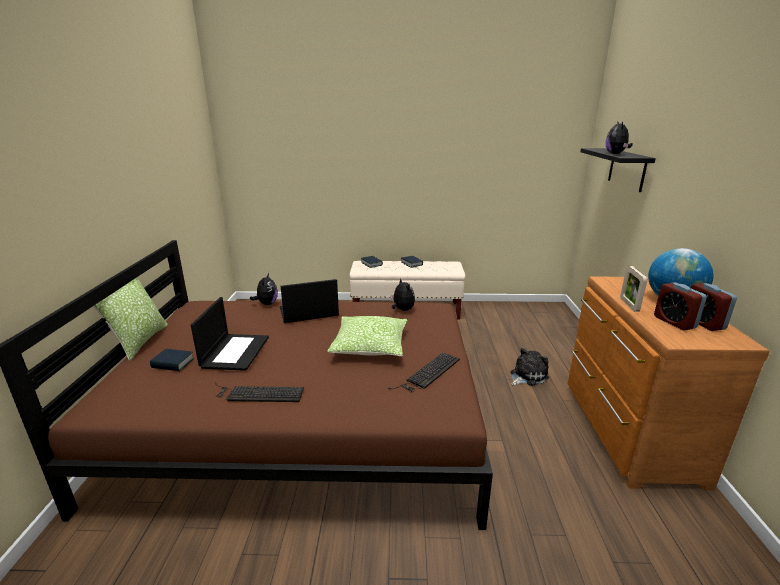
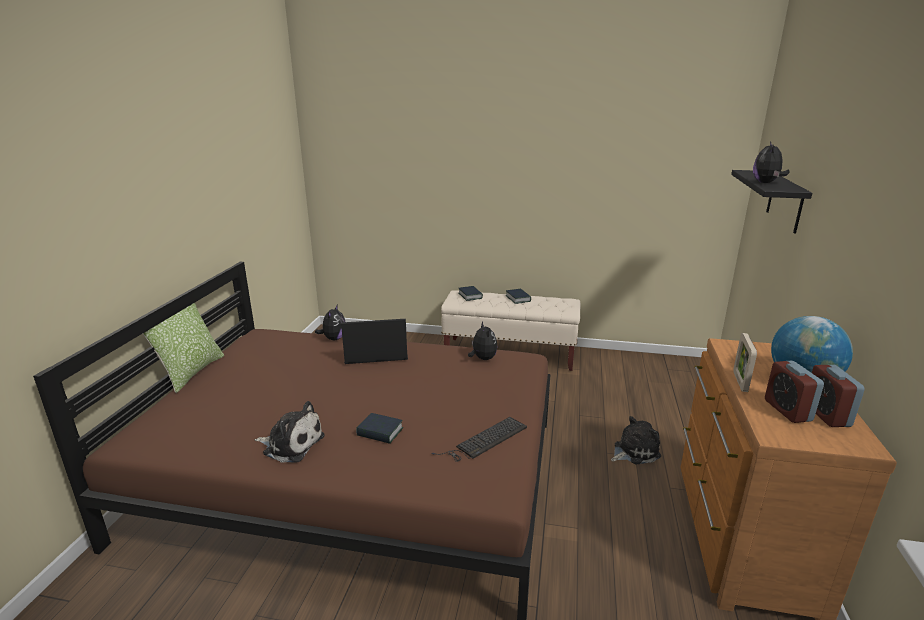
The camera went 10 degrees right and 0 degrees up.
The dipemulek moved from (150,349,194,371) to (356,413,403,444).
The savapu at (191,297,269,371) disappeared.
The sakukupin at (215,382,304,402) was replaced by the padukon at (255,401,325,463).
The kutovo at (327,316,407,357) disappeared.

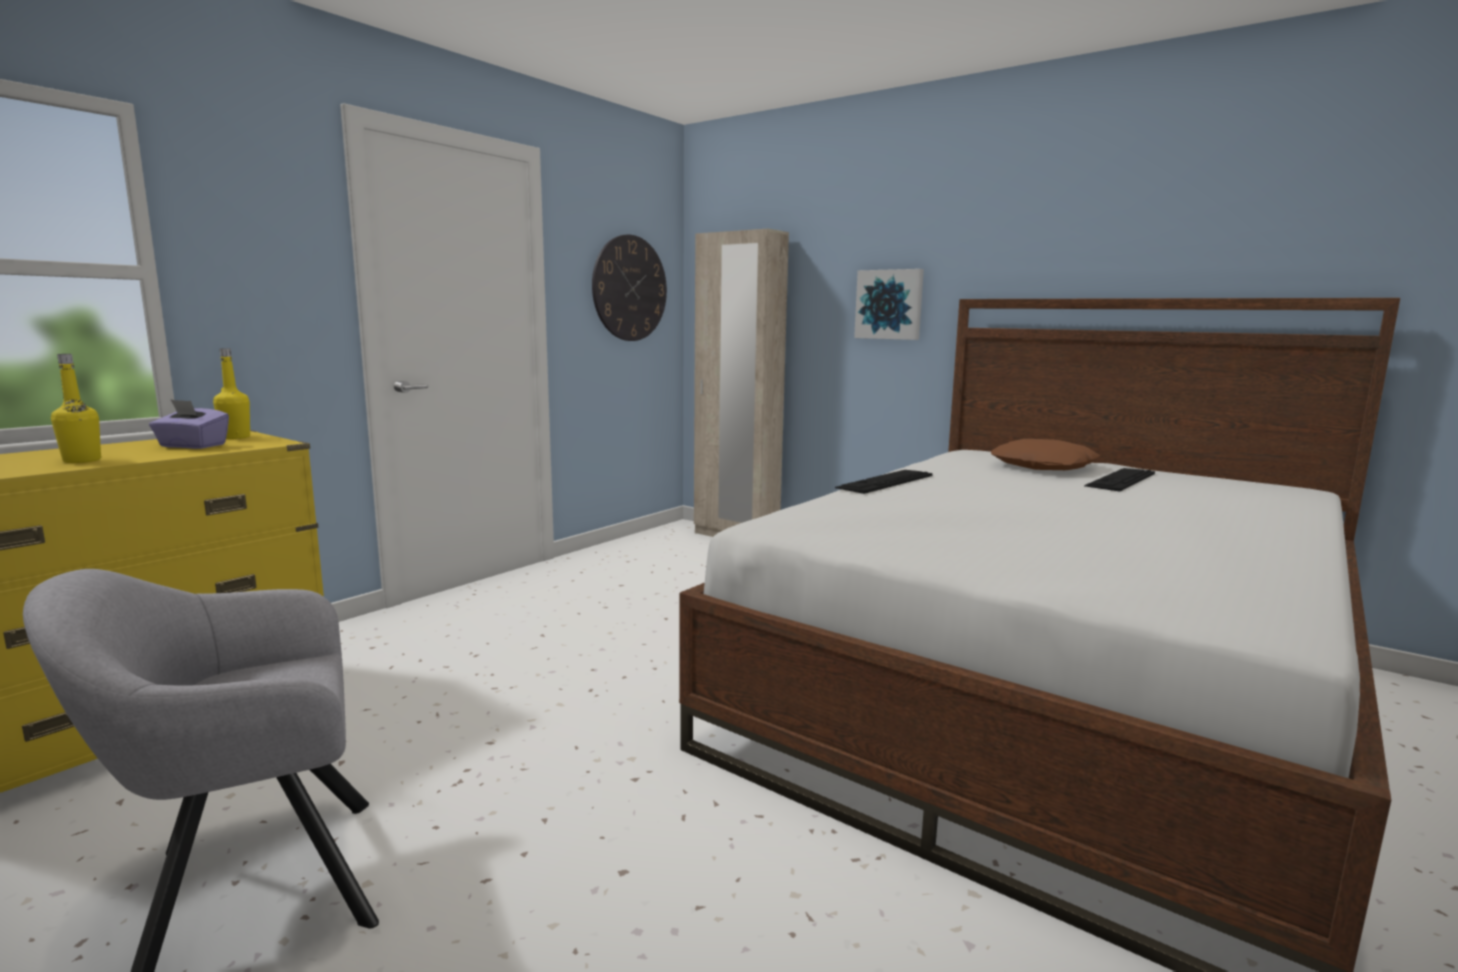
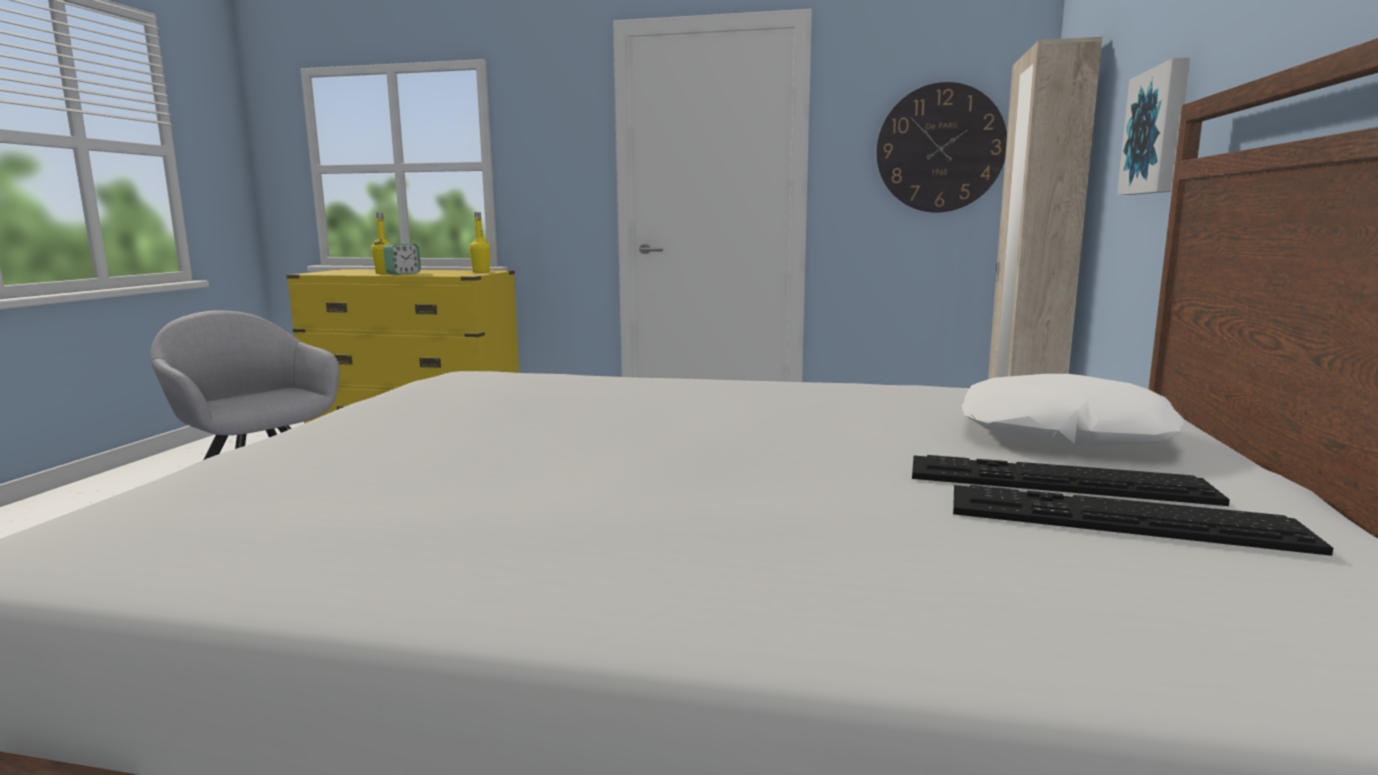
The camera went 65 degrees right and 0 degrees up.
The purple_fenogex at (149,399,229,449) disappeared.
The sakukupin moved from (835,470,932,494) to (953,485,1333,556).
The brown_kutovo at (991,439,1100,470) became the white_kutovo at (962,374,1184,447).
The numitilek at (383,243,421,275) appeared.

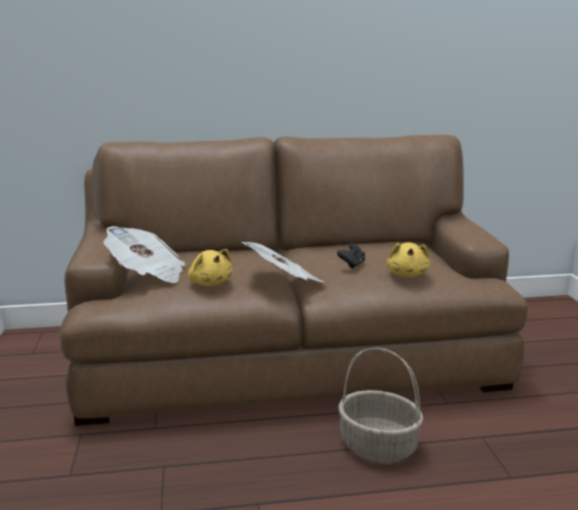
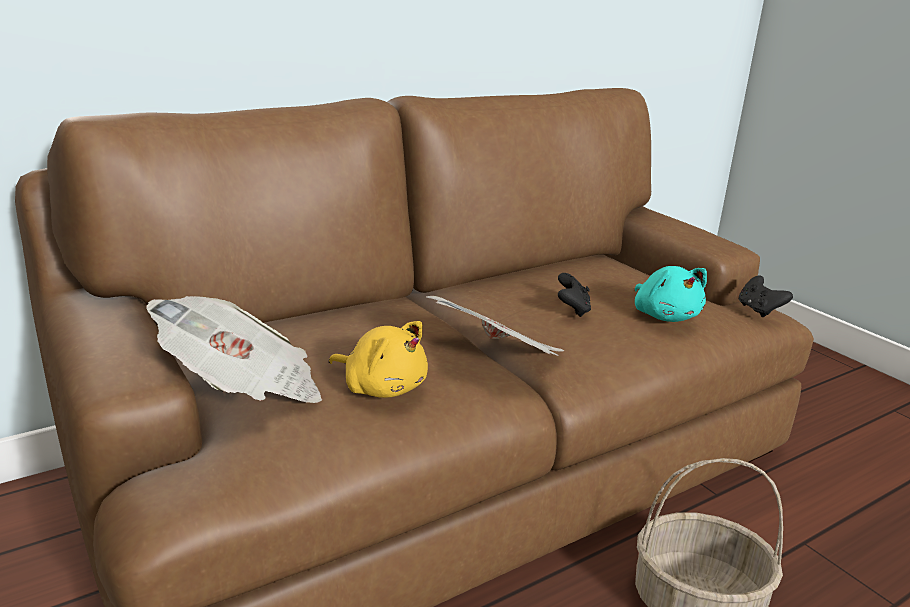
The camera went 25 degrees left and 5 degrees up.
The yellow_padukon at (386,242,430,277) became the turquoise_padukon at (635,266,707,322).
The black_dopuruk at (739,276,793,317) appeared.

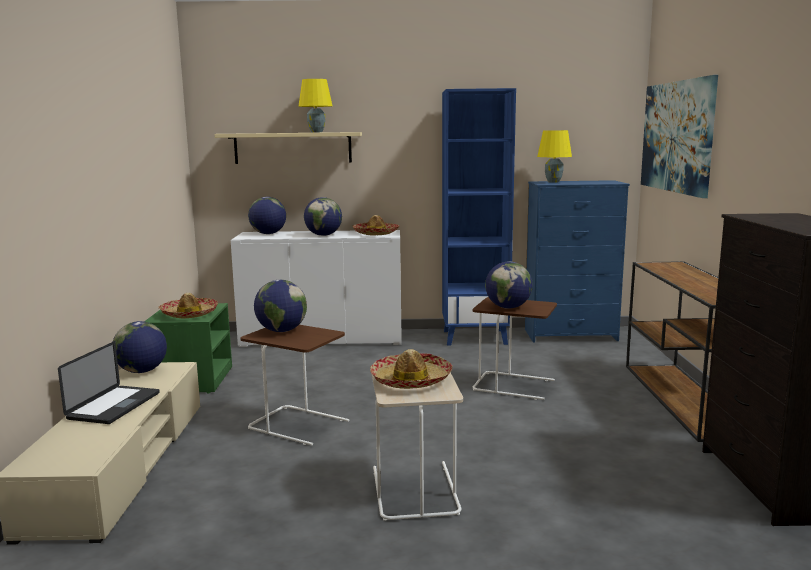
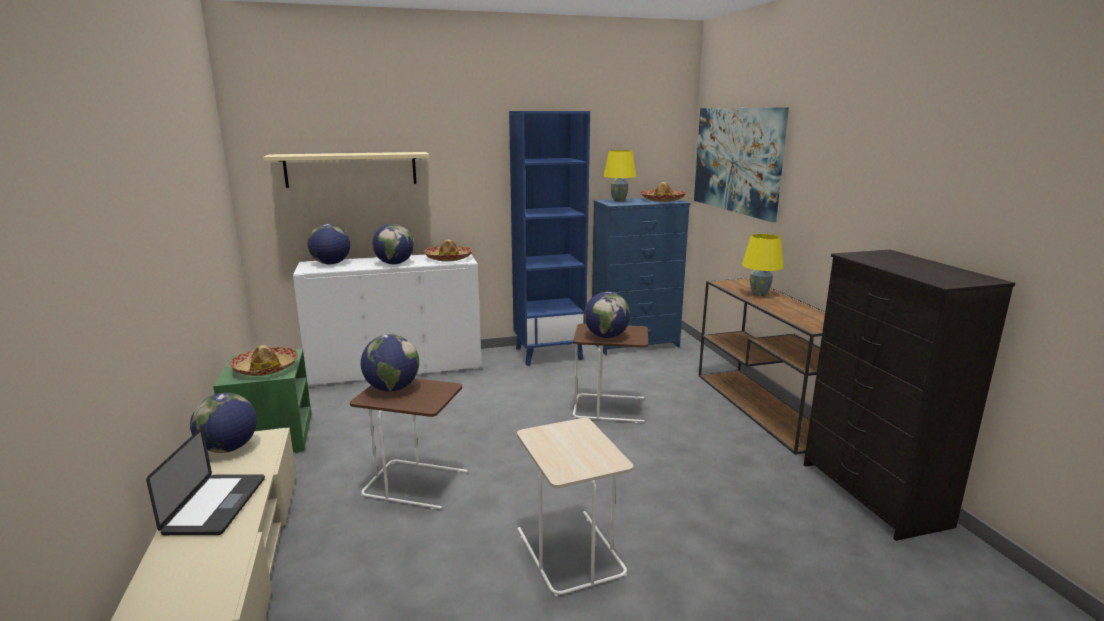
The camera went 15 degrees left and 5 degrees up.
The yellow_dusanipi moved from (298,79,333,132) to (742,234,784,296).
The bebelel moved from (370,349,452,389) to (640,182,687,202).

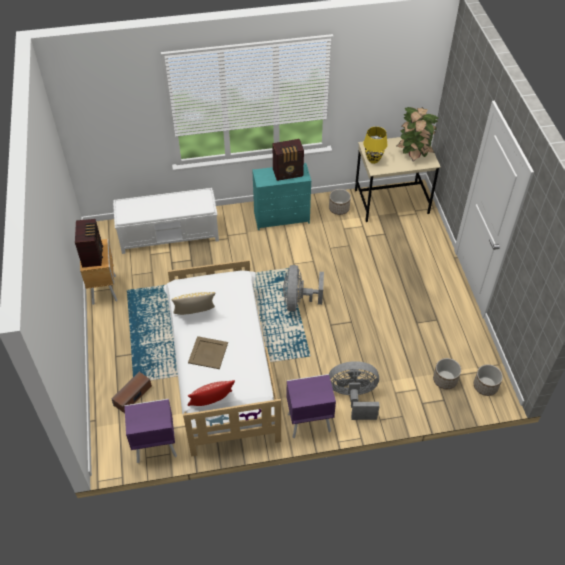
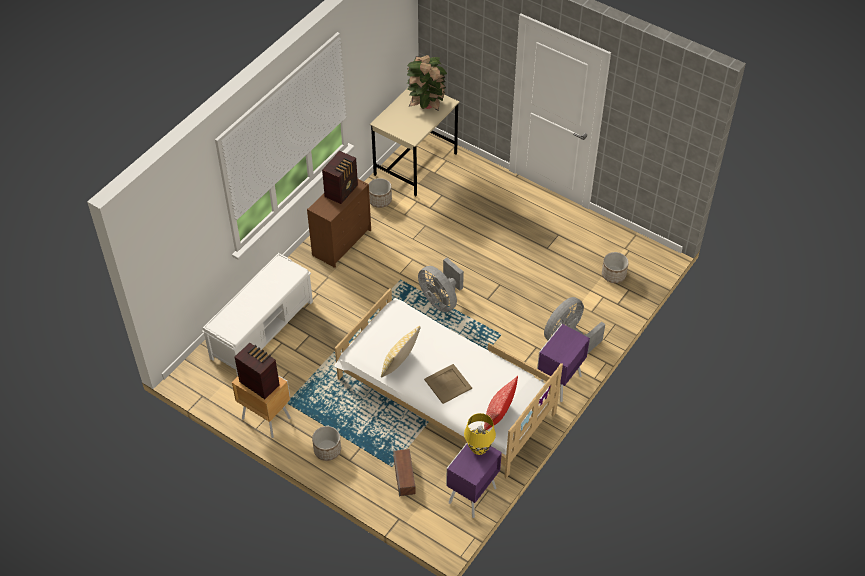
The camera went 45 degrees left and 0 degrees up.
The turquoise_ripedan at (252,163,311,230) became the brown_ripedan at (307,178,371,268).
The yellow_dusanipi moved from (363,127,388,164) to (464,413,496,455).
The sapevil moved from (474,364,503,396) to (312,426,341,461).

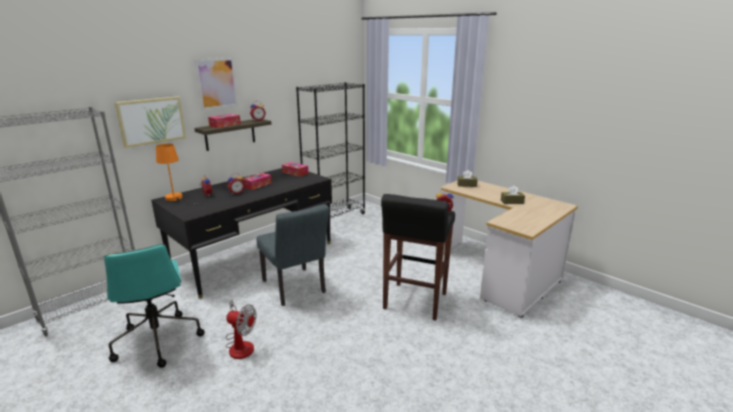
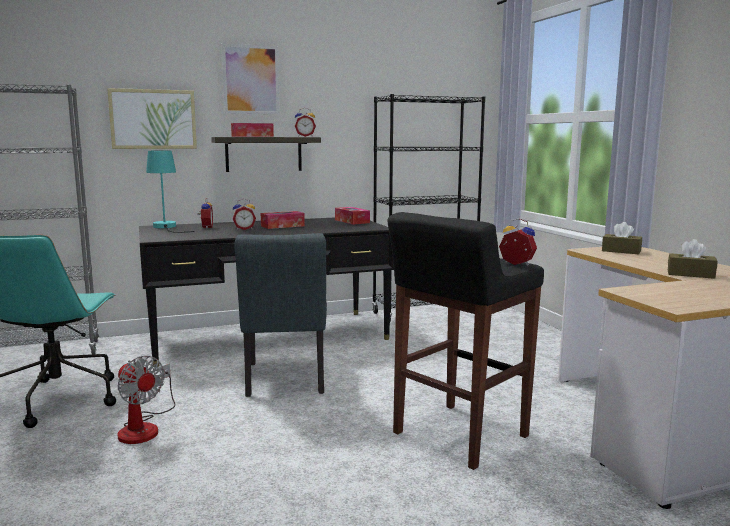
The camera went 25 degrees right and 10 degrees down.
The orange_dusanipi at (156,144,206,205) became the turquoise_dusanipi at (146,150,195,233).

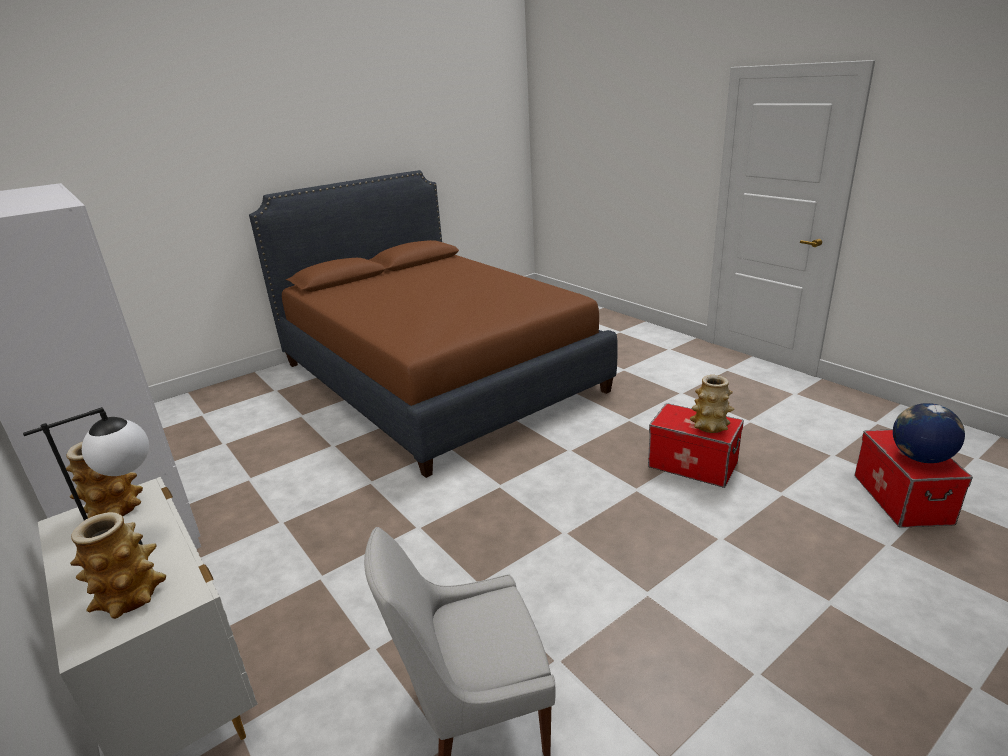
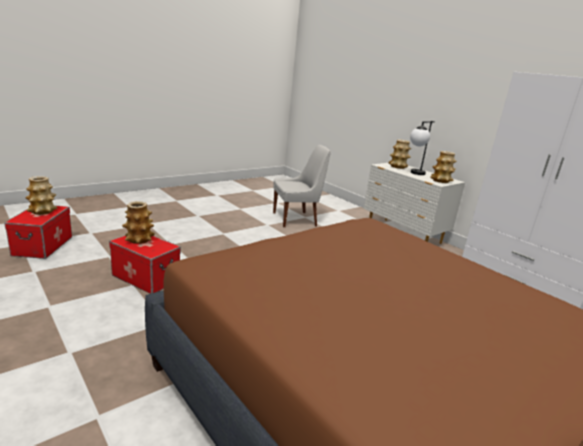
The camera went 175 degrees right and 5 degrees down.
The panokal at (893,403,965,463) was replaced by the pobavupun at (25,176,57,215).

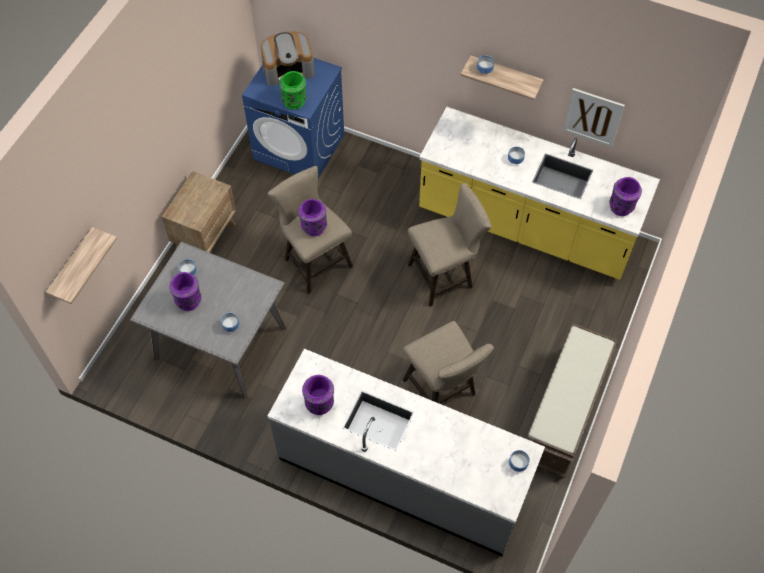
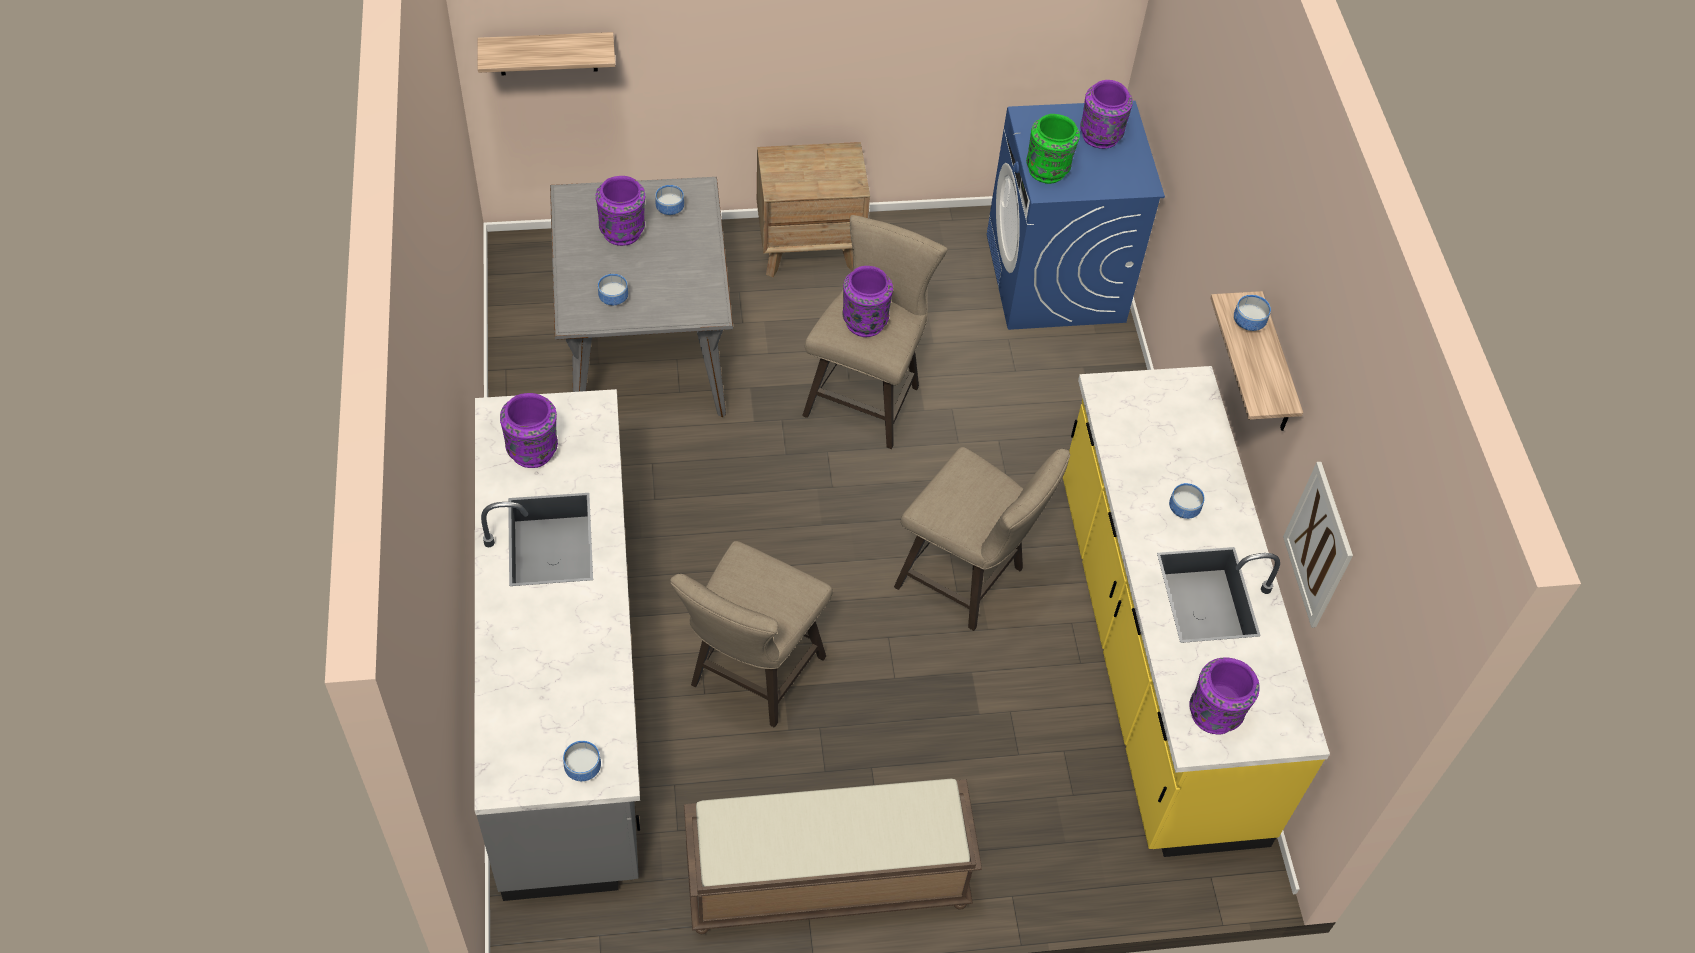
The camera went 55 degrees right and 5 degrees down.
The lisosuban at (261,32,314,86) was replaced by the purple_pobavupun at (1080,80,1133,149).

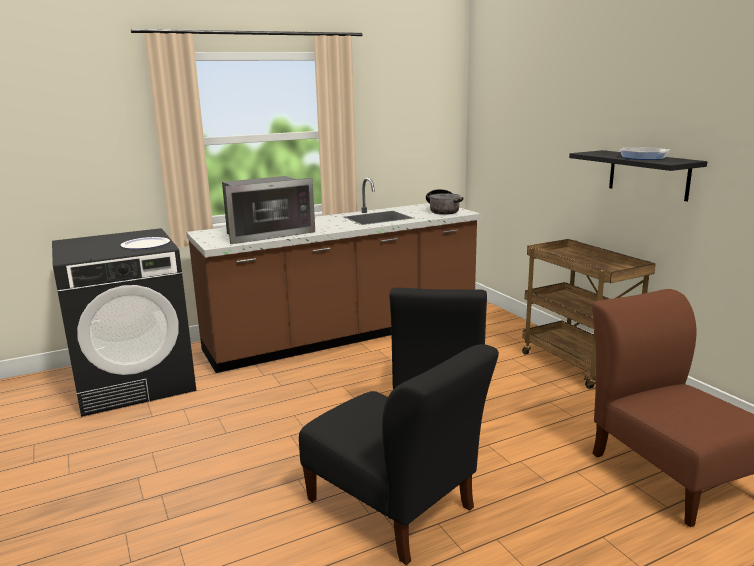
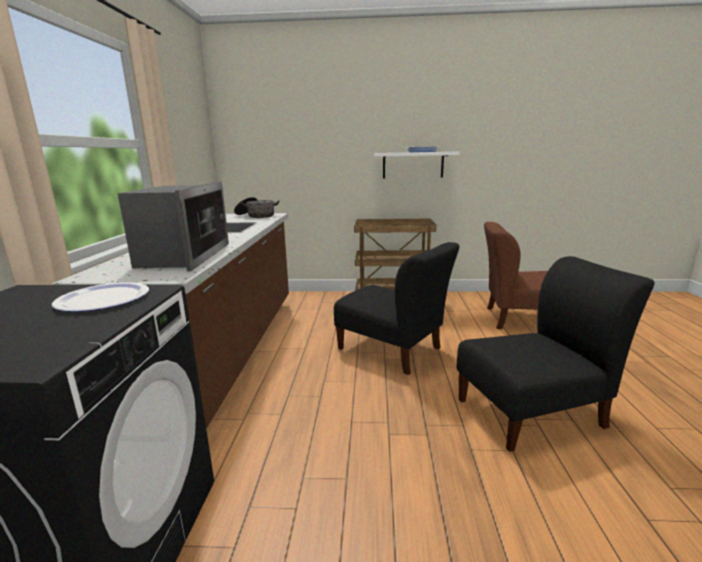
The camera went 60 degrees left and 0 degrees up.
The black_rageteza at (569,150,707,201) became the white_rageteza at (374,152,460,178).

